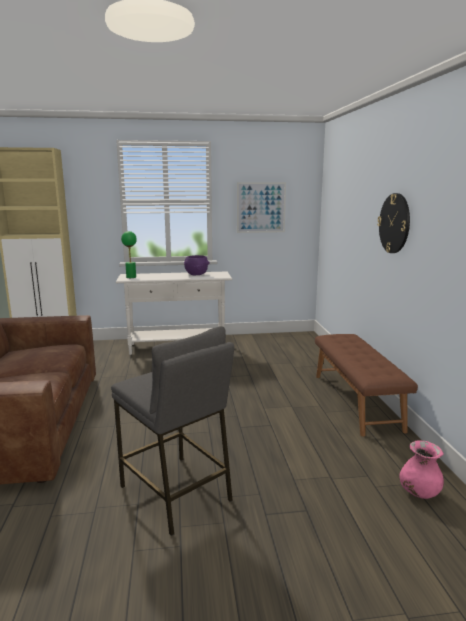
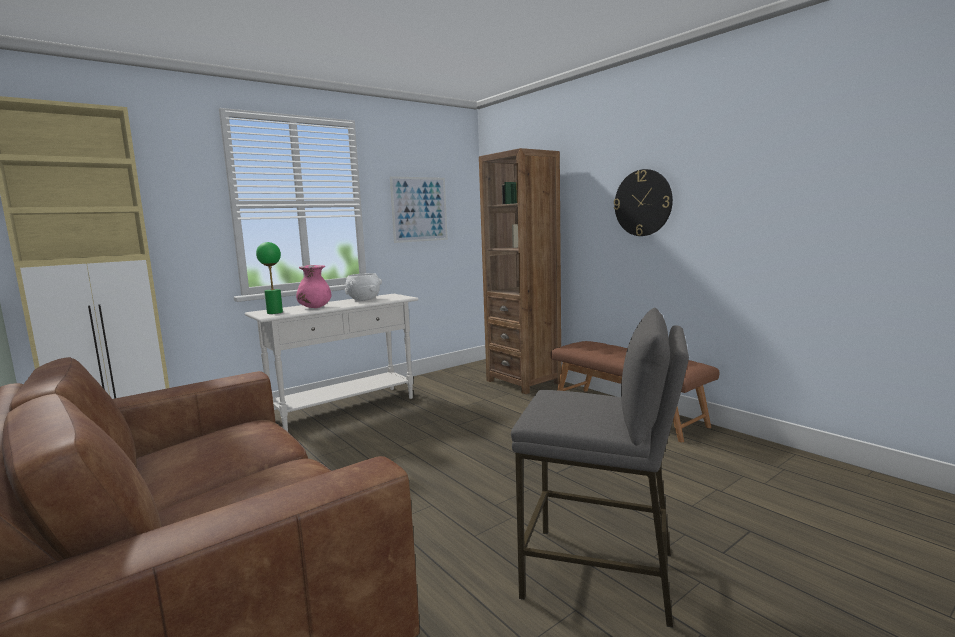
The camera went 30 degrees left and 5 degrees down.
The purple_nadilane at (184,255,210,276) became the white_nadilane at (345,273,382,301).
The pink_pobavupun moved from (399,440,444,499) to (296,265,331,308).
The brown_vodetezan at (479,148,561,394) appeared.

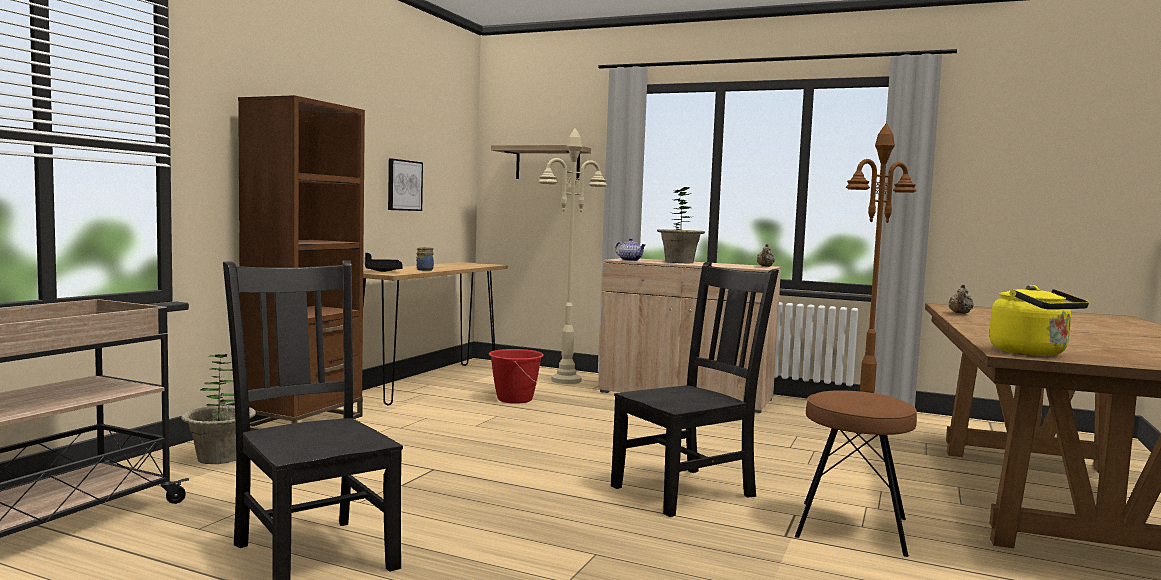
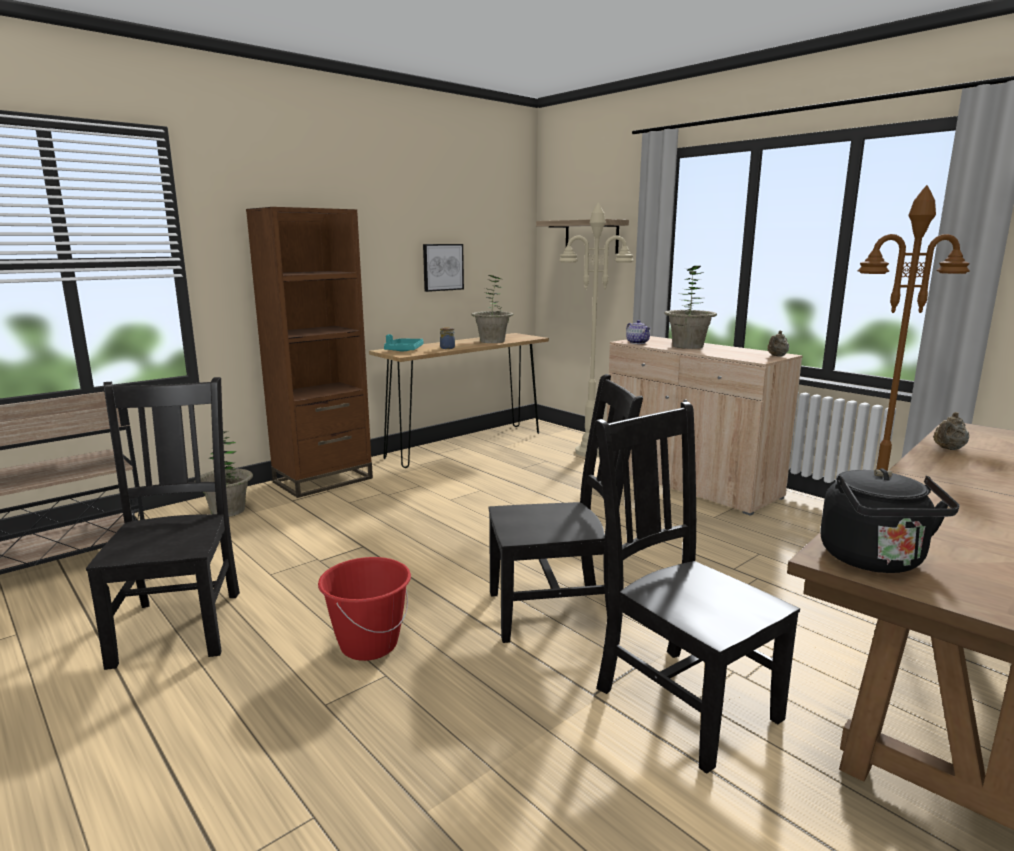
The camera went 25 degrees right and 10 degrees up.
The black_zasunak at (365,253,403,272) became the turquoise_zasunak at (384,334,424,351).
The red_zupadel moved from (489,349,544,404) to (318,557,411,661).
The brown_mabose at (795,390,917,557) was replaced by the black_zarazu at (595,402,800,774).
The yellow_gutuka at (989,285,1089,356) became the black_gutuka at (820,468,959,573).
The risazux at (471,275,513,343) appeared.

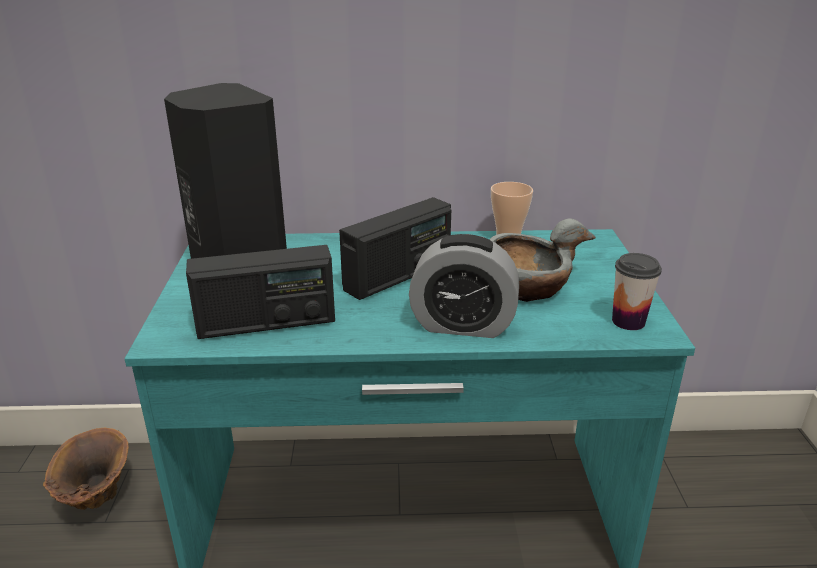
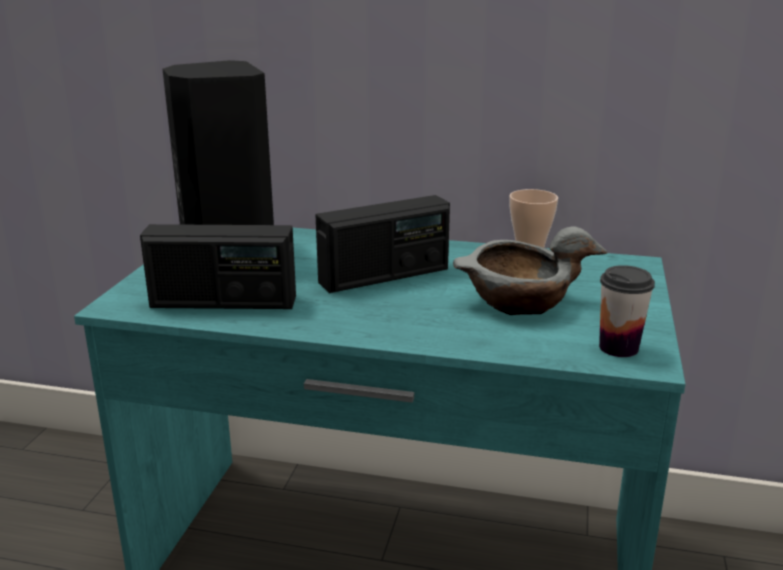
The camera went 15 degrees right and 5 degrees down.
The brown_pobavupun at (43,428,129,510) disappeared.
The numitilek at (409,234,519,338) disappeared.

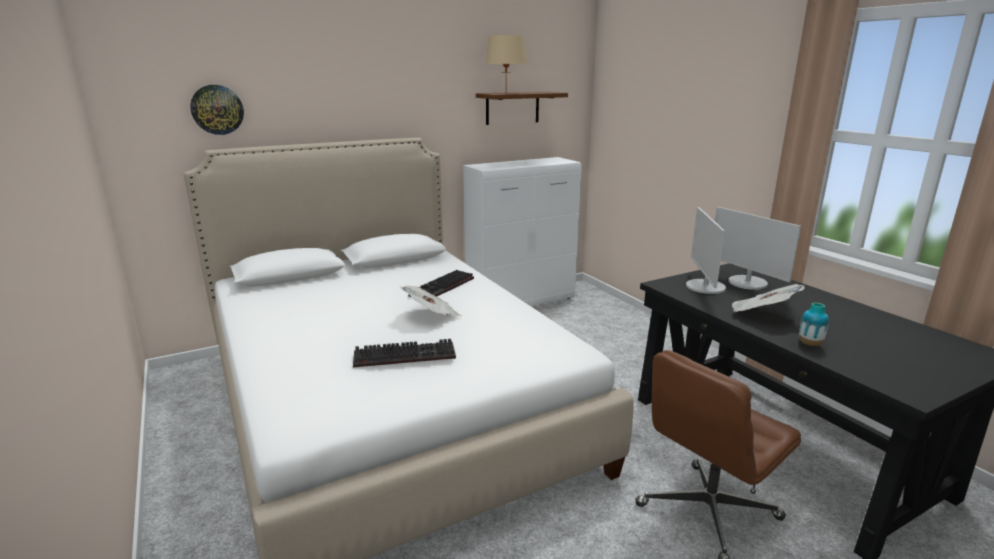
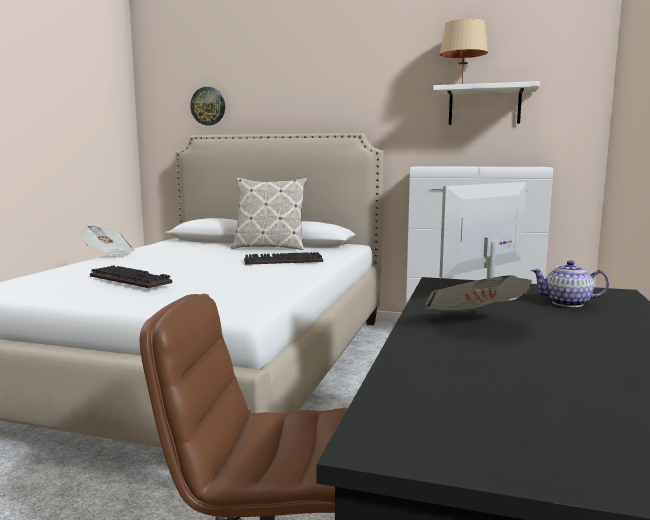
The camera went 45 degrees right and 10 degrees down.
The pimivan moved from (400,286,462,316) to (80,225,135,258).
The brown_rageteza at (476,92,568,125) became the white_rageteza at (433,81,540,125).
The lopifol at (715,207,801,290) was replaced by the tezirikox at (531,260,609,307).
The pobavupun at (799,303,829,346) disappeared.
The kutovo at (231,178,307,250) appeared.

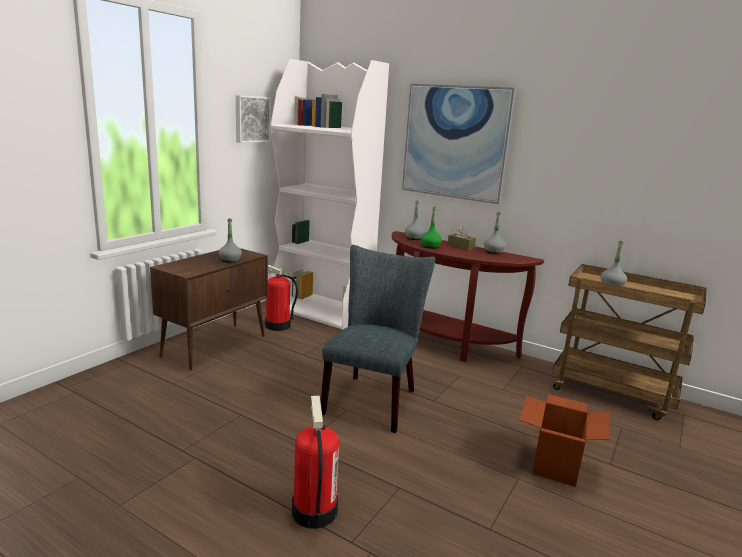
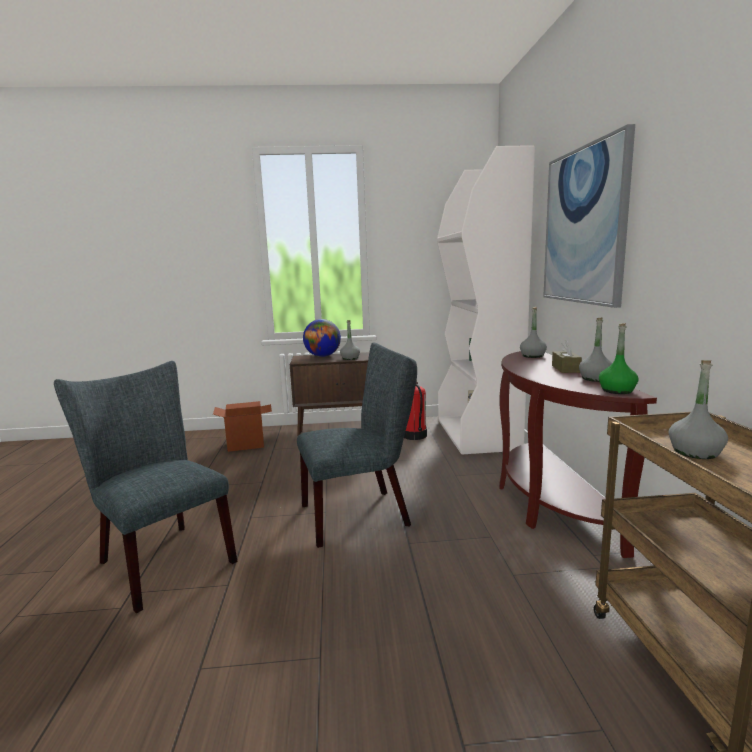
The camera went 55 degrees right and 5 degrees down.
The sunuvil at (236,95,271,143) disappeared.
The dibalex at (292,396,339,529) was replaced by the grey_zarazu at (54,361,237,613).
The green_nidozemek moved from (421,207,442,249) to (599,323,639,394).
The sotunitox moved from (520,394,609,487) to (213,401,272,452).
The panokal at (303,319,341,357) appeared.

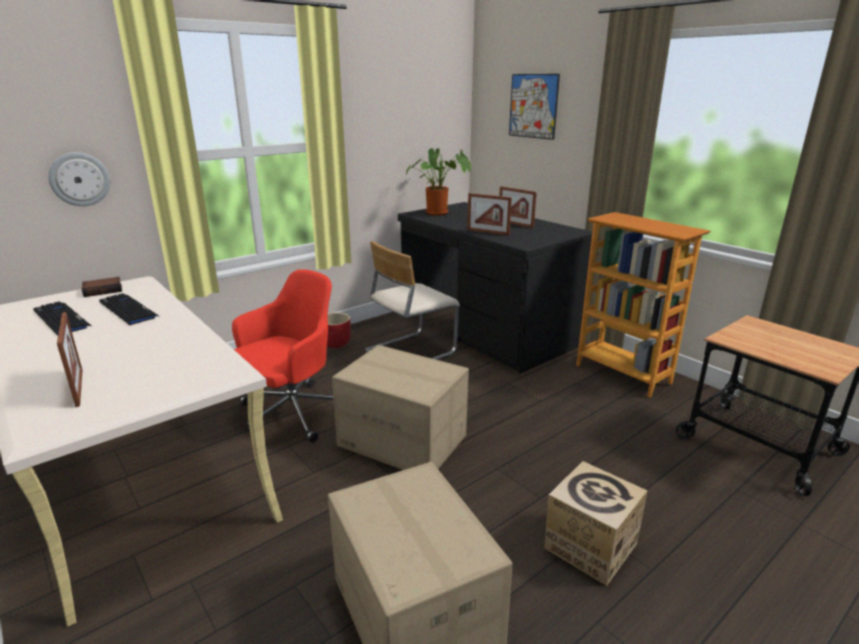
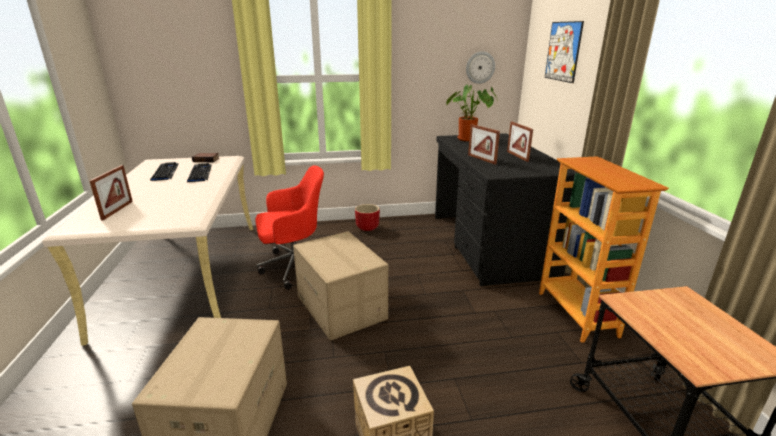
The camera went 30 degrees right and 0 degrees up.
The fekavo moved from (48,152,110,206) to (466,51,495,84).
The beige_zarazu at (365,241,460,360) disappeared.

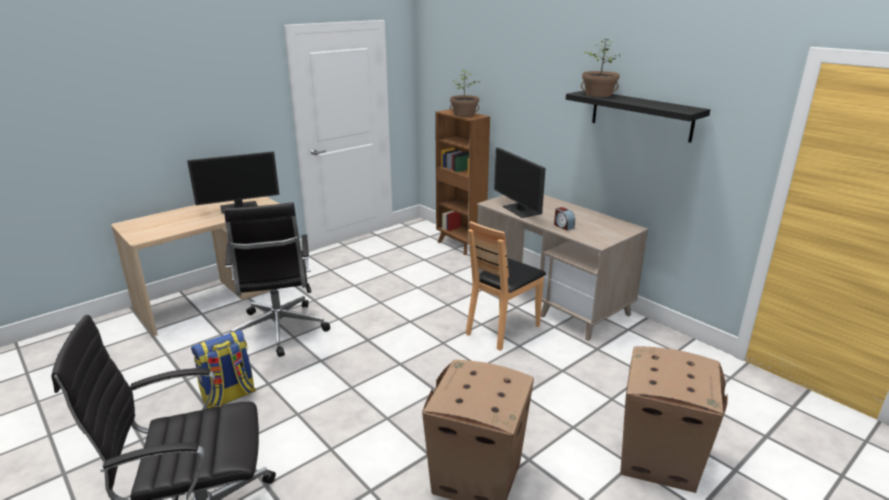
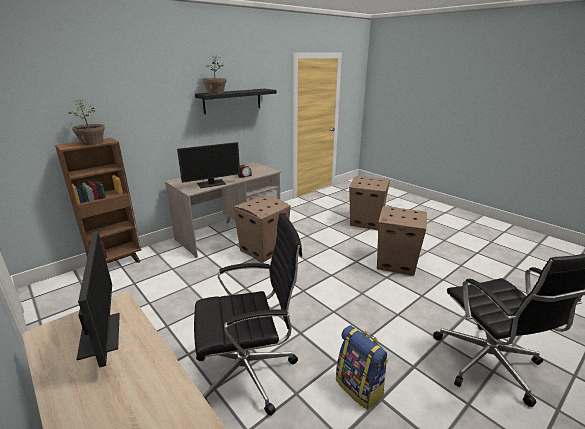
The camera went 90 degrees left and 0 degrees up.
The brown_zarazu at (466,221,546,351) was replaced by the sotunitox at (233,195,291,262).

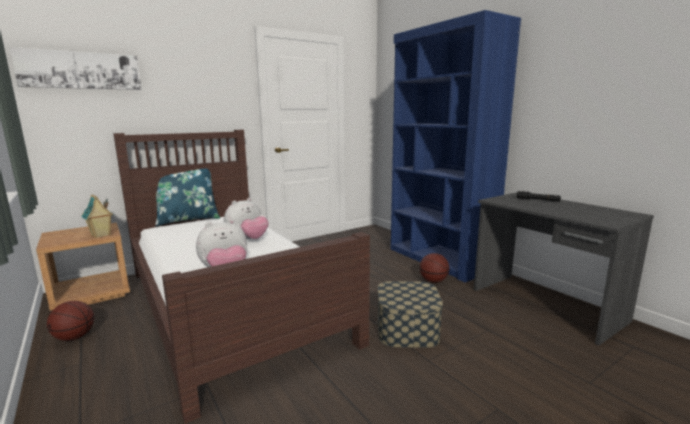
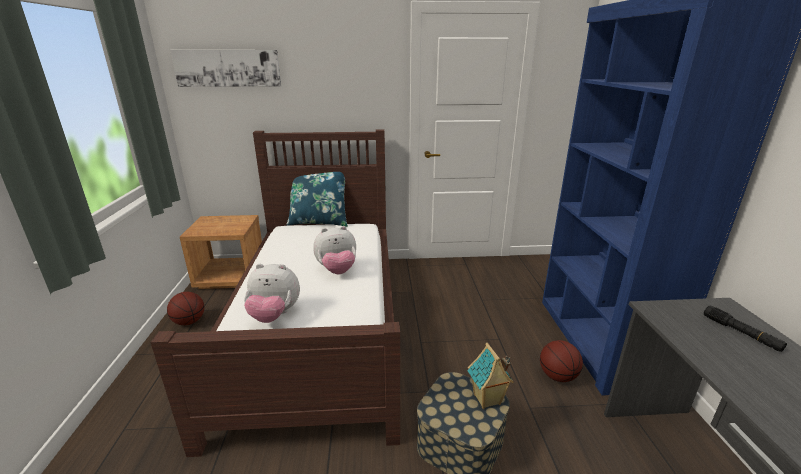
The camera went 30 degrees right and 10 degrees up.
The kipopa moved from (81,195,113,238) to (467,343,514,409).

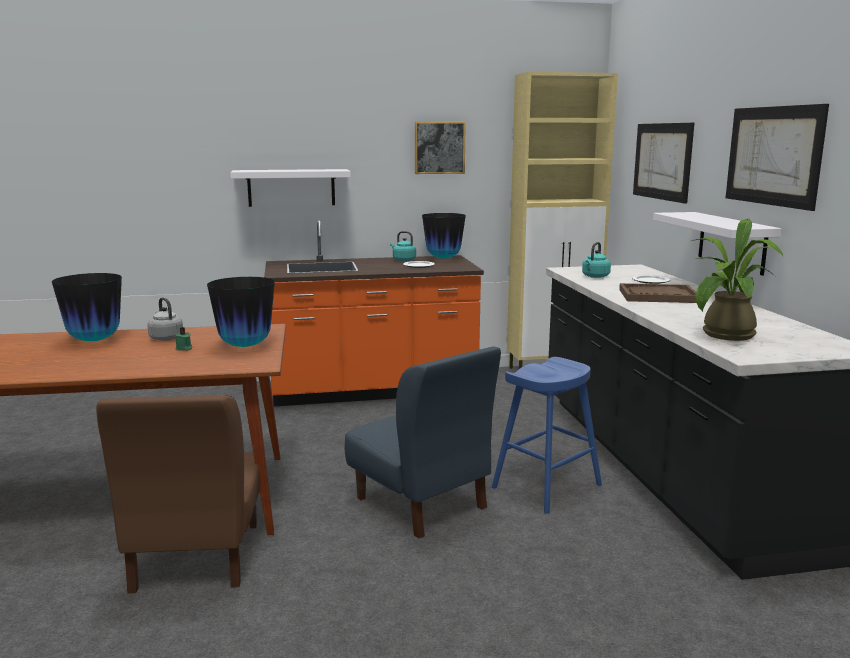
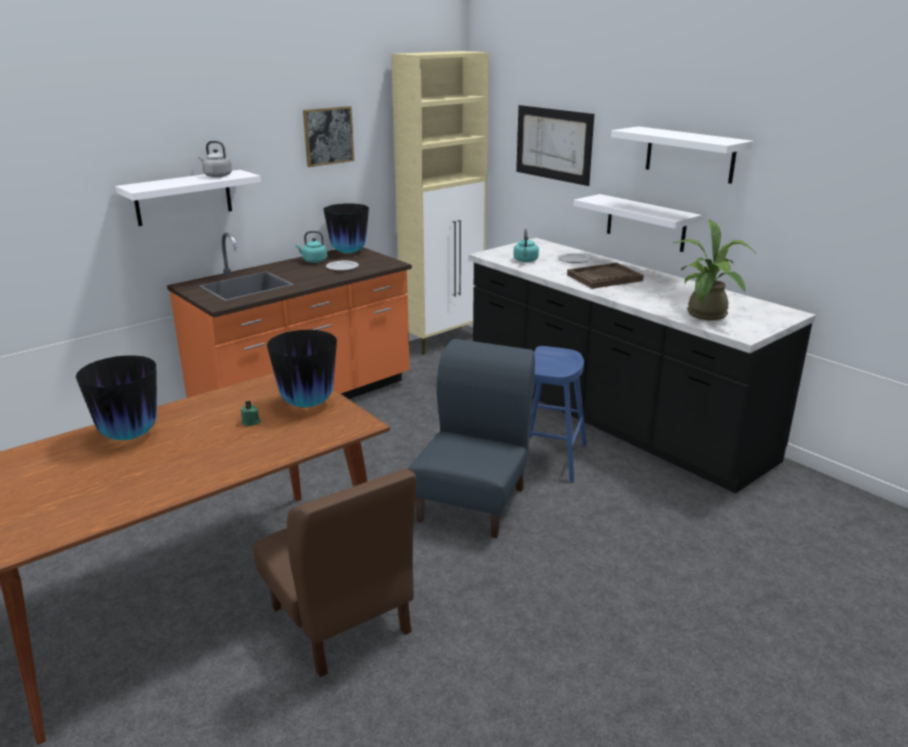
The camera went 30 degrees left and 10 degrees up.
The grey_gutuka moved from (147,297,183,341) to (198,141,232,178).
The blue_zarazu at (345,346,501,538) turned 90 degrees counterclockwise.
The sunuvil at (726,104,829,211) was replaced by the white_rageteza at (611,126,753,184).

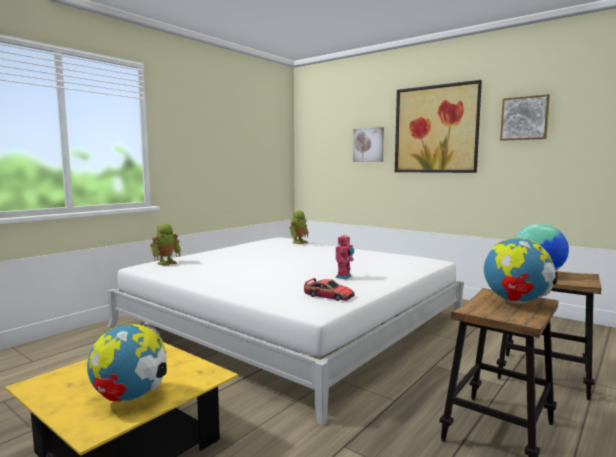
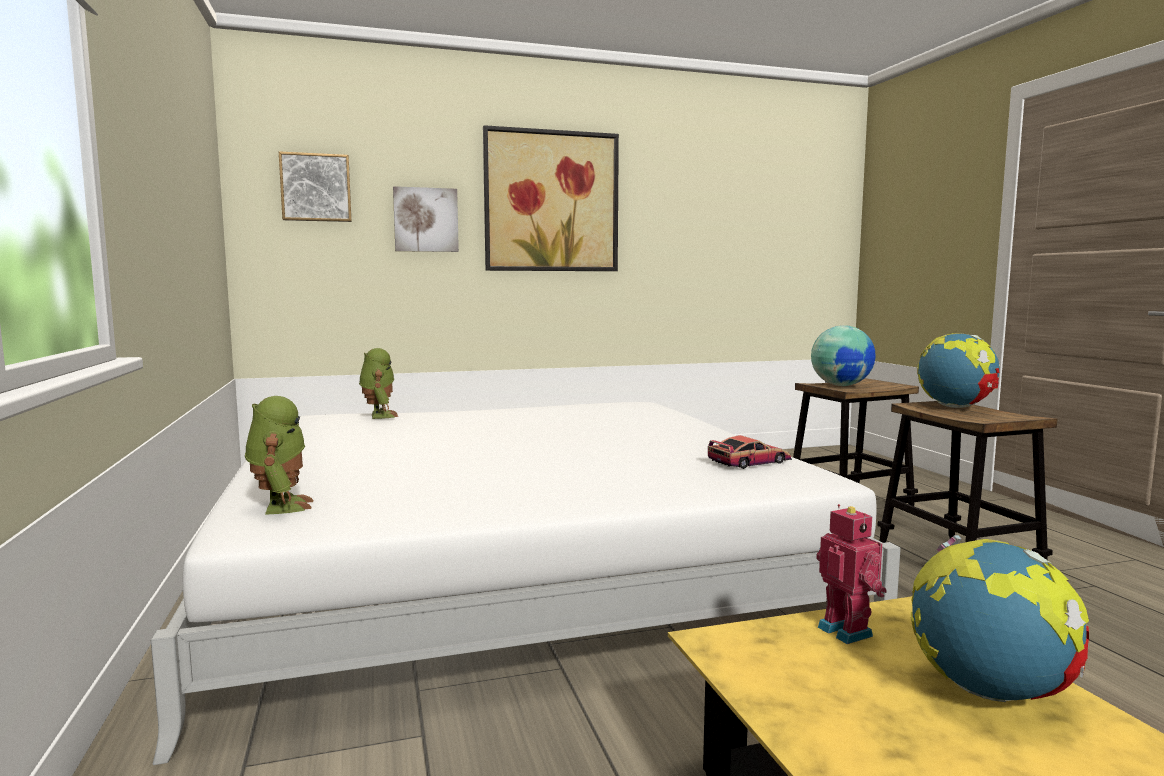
The camera went 55 degrees left and 0 degrees up.
The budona moved from (336,235,354,279) to (816,504,887,644).
The sunuvil moved from (500,94,550,141) to (279,151,352,222).

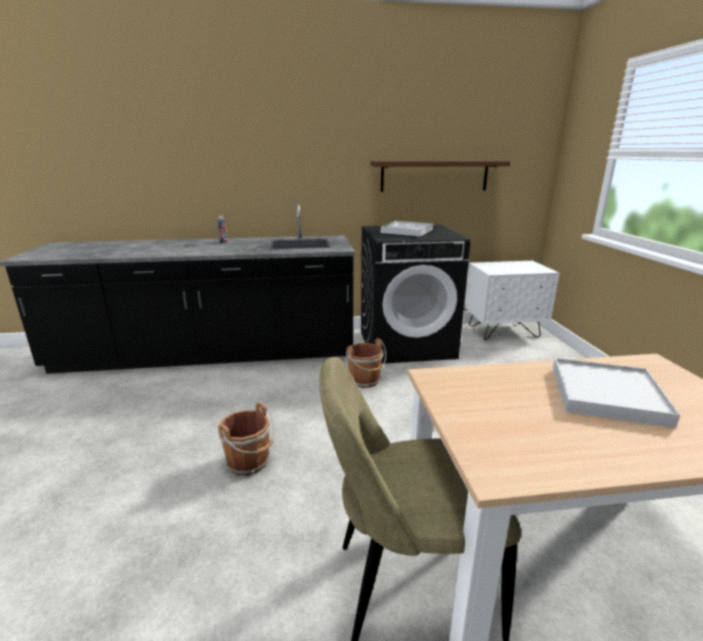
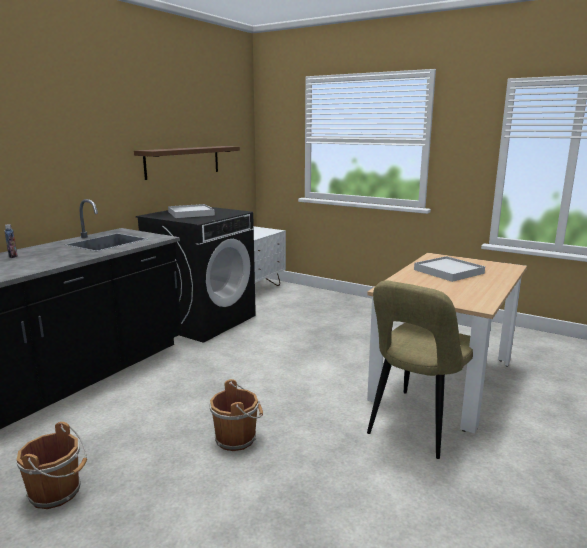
The camera went 50 degrees left and 5 degrees down.
The brown_zupadel moved from (346,338,386,388) to (16,422,87,509).

